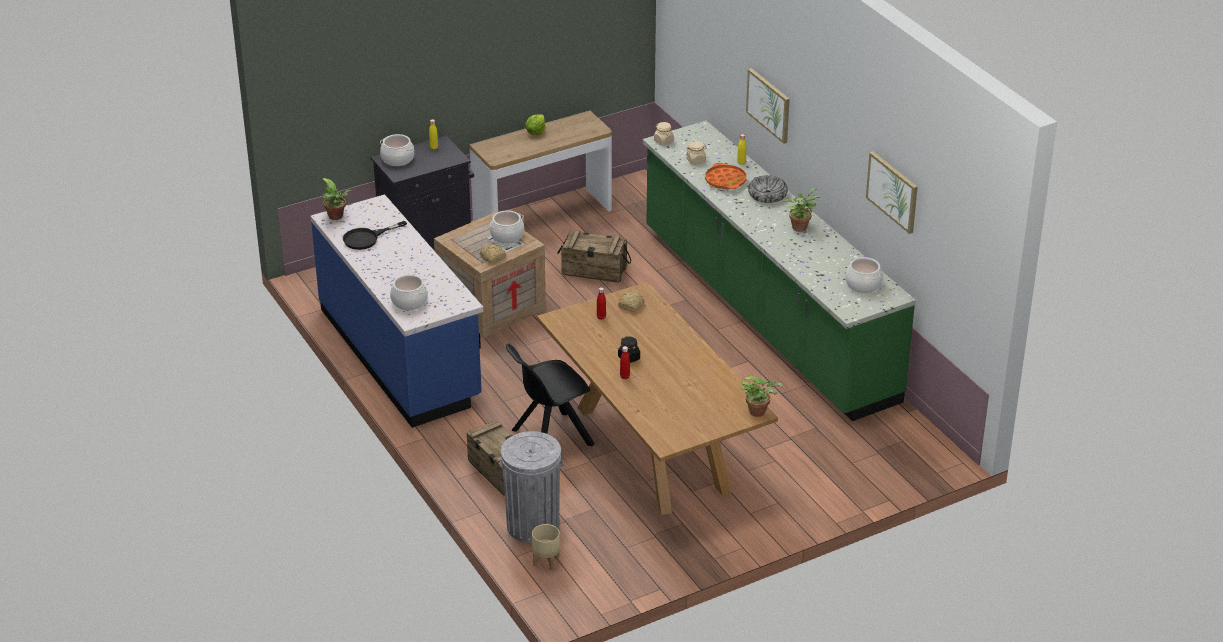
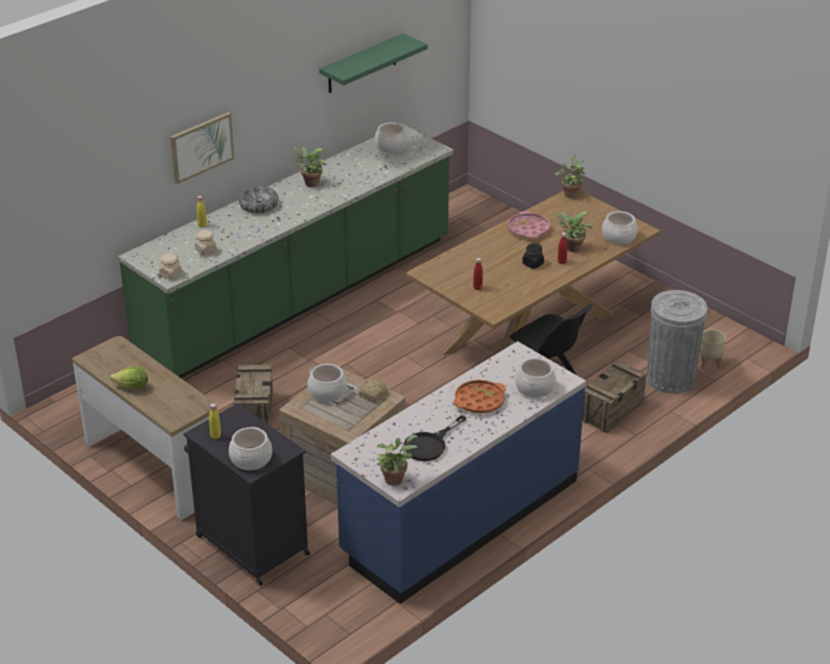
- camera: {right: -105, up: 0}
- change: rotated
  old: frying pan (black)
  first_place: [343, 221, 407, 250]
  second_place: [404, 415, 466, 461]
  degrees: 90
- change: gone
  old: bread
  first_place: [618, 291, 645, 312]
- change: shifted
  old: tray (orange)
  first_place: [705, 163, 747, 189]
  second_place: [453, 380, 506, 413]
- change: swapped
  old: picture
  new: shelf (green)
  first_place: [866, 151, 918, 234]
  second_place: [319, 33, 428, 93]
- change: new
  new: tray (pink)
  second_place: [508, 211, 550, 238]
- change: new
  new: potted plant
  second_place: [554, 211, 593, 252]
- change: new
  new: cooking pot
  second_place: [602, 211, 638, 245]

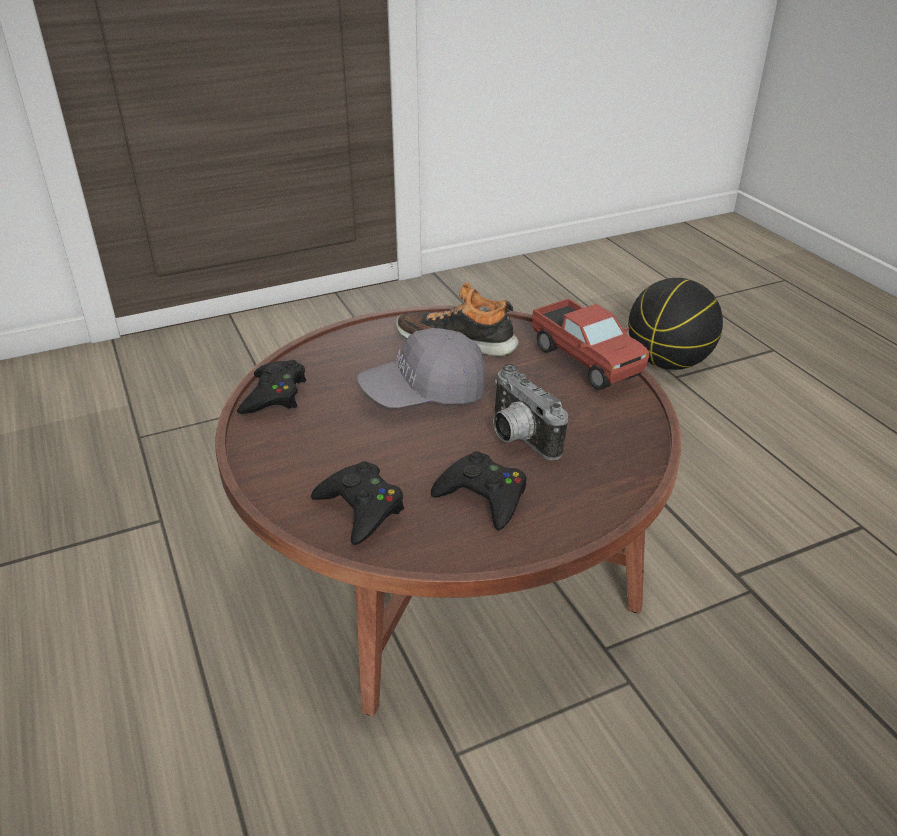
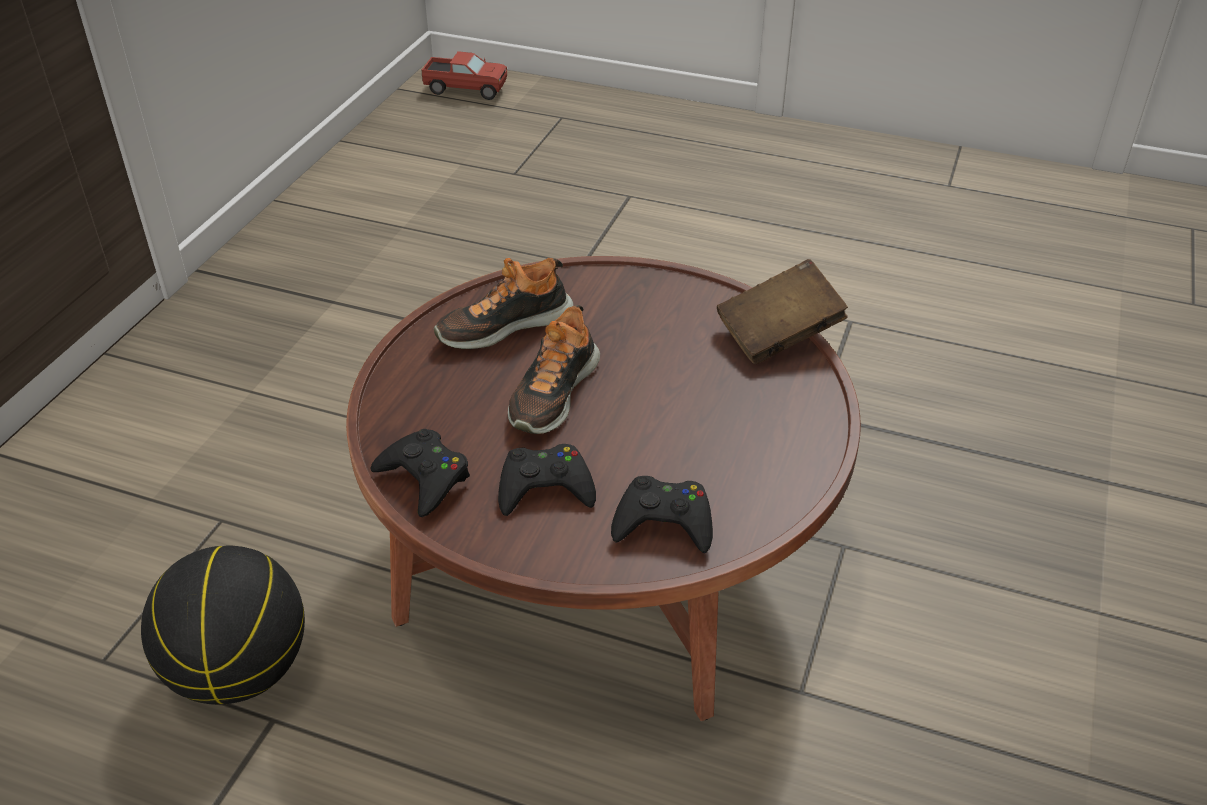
- camera: {right: -45, up: 5}
- change: swapped
  old: cap (grey)
  new: shoe
  first_place: [357, 328, 485, 408]
  second_place: [508, 305, 600, 434]
- change: shifted
  old: game controller (black)
  first_place: [431, 451, 526, 530]
  second_place: [498, 444, 596, 516]
- change: gone
  old: photo camera
  first_place: [493, 364, 568, 460]
- change: shifted
  old: toy truck
  first_place: [532, 298, 649, 390]
  second_place: [422, 51, 507, 100]
- change: shifted
  old: basketball
  first_place: [628, 278, 723, 370]
  second_place: [141, 546, 305, 705]
- change: new
  new: book (brown)
  second_place: [717, 259, 848, 364]

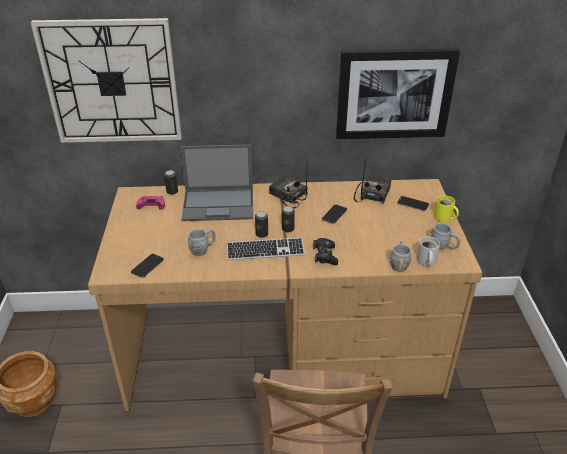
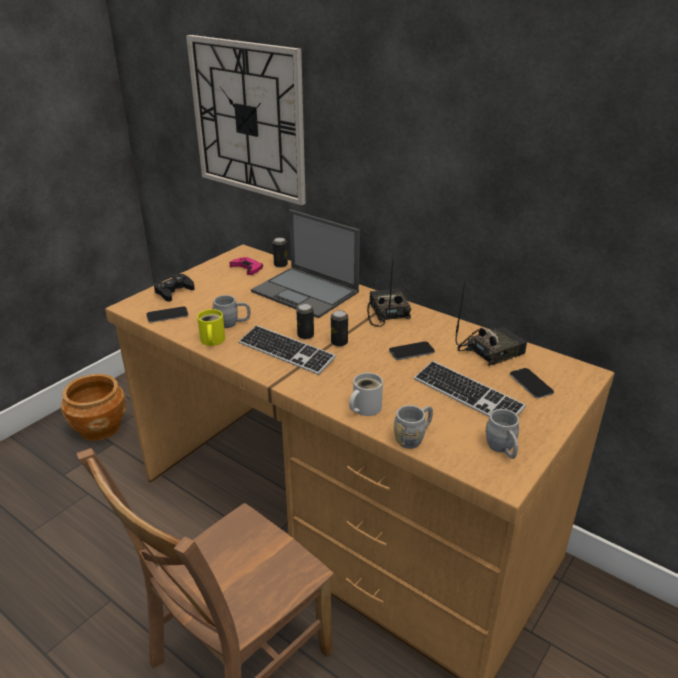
- camera: {right: 40, up: -5}
- change: shifted
  old: game controller (black)
  first_place: [313, 238, 338, 265]
  second_place: [154, 274, 195, 302]
- change: gone
  old: picture
  first_place: [336, 49, 460, 139]
- change: shifted
  old: mug (white)
  first_place: [417, 236, 440, 266]
  second_place: [349, 373, 383, 416]
- change: shifted
  old: mug (yellow)
  first_place: [434, 195, 459, 222]
  second_place: [197, 309, 225, 346]
- change: new
  new: keyboard
  second_place: [414, 361, 526, 417]

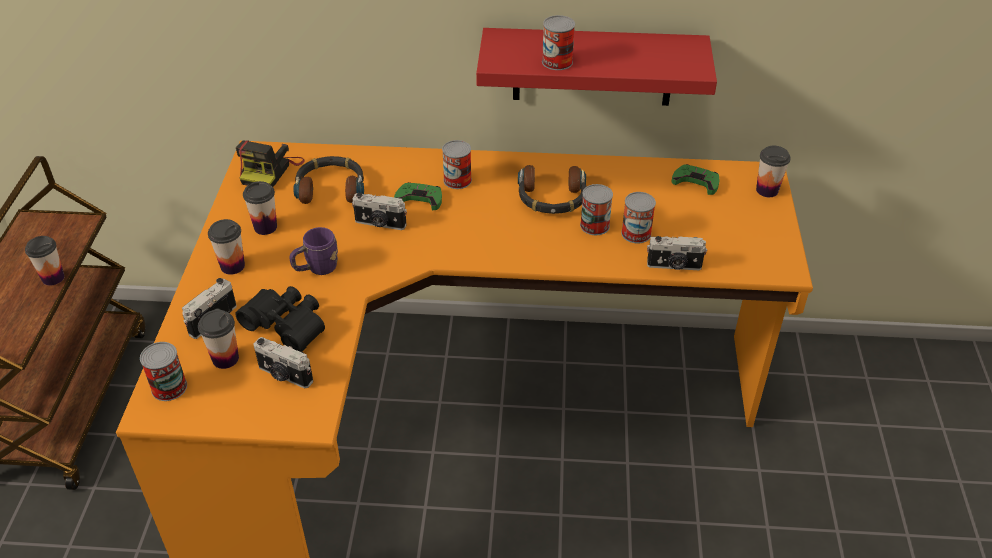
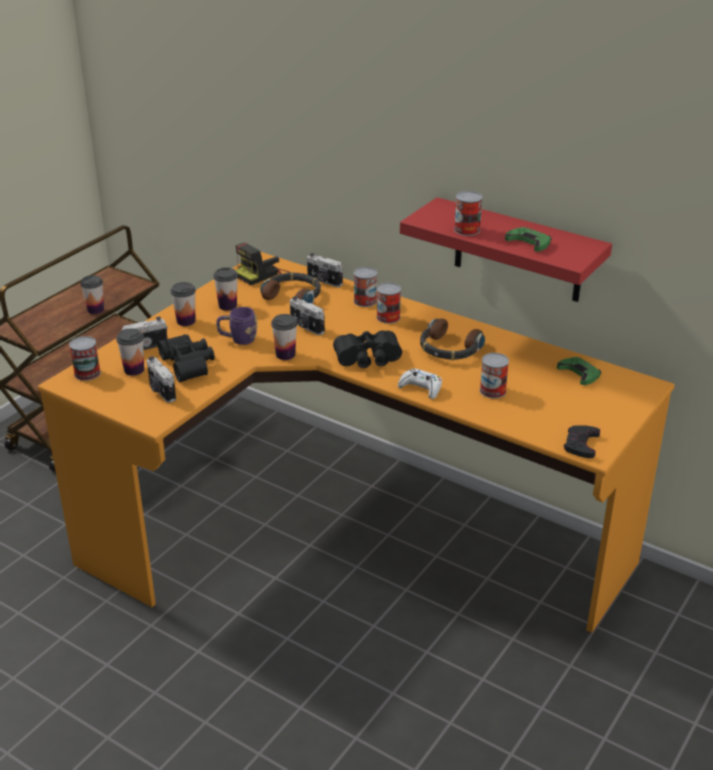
- camera: {right: 30, up: -10}
- change: shifted
  old: game controller (green)
  first_place: [394, 182, 442, 210]
  second_place: [505, 227, 551, 252]
- change: shifted
  old: can
  first_place: [580, 184, 613, 235]
  second_place: [354, 267, 377, 307]
- change: shifted
  old: photo camera
  first_place: [647, 236, 707, 270]
  second_place: [307, 253, 343, 287]
- change: shifted
  old: cup
  first_place: [756, 146, 791, 197]
  second_place: [271, 314, 297, 360]
- change: new
  new: binoculars (black)
  second_place: [333, 330, 402, 368]
- change: new
  new: game controller (white)
  second_place: [398, 369, 442, 399]
- change: new
  new: game controller (black)
  second_place: [564, 425, 600, 458]

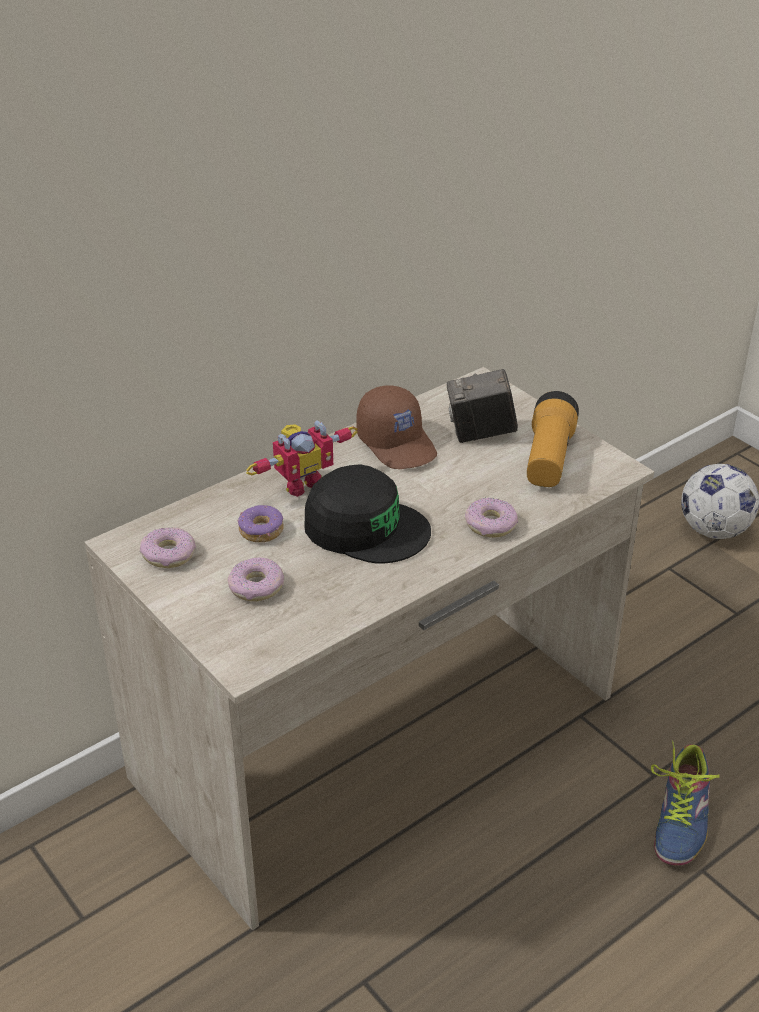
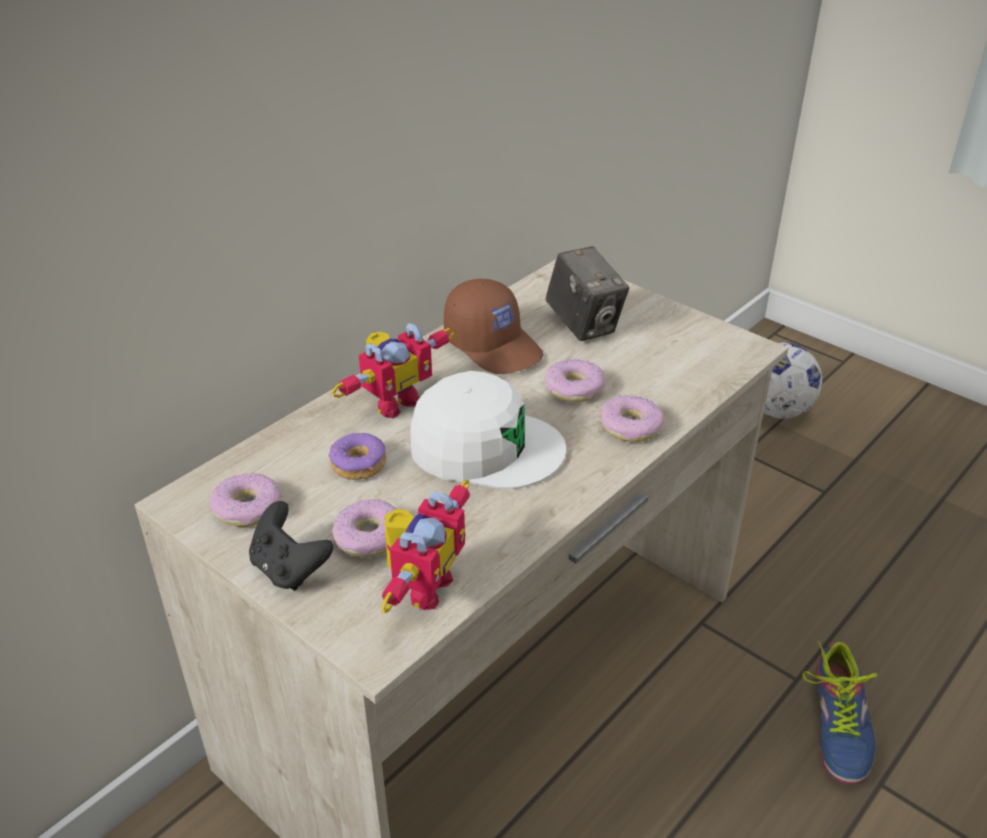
- camera: {right: -10, up: 0}
- change: repainted
  old: cap (black)
  new: cap (white)
  first_place: [305, 464, 431, 564]
  second_place: [410, 371, 566, 489]
- change: rotated
  old: photo camera
  first_place: [447, 369, 518, 443]
  second_place: [546, 246, 629, 341]
  degrees: -105
- change: gone
  old: flashlight
  first_place: [527, 391, 579, 487]
- change: new
  new: game controller (black)
  second_place: [249, 501, 333, 591]
- change: new
  new: toy robot
  second_place: [381, 480, 470, 613]
- change: new
  new: donut
  second_place: [544, 358, 606, 402]

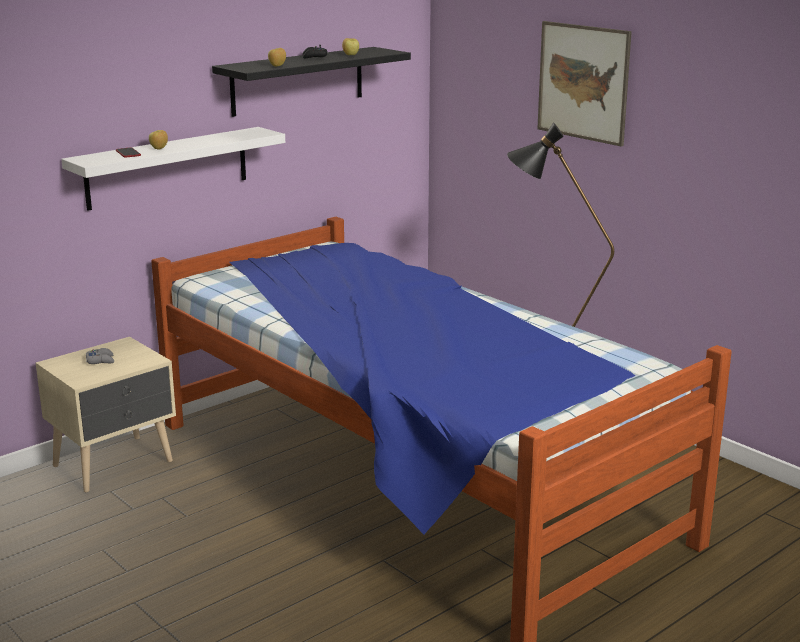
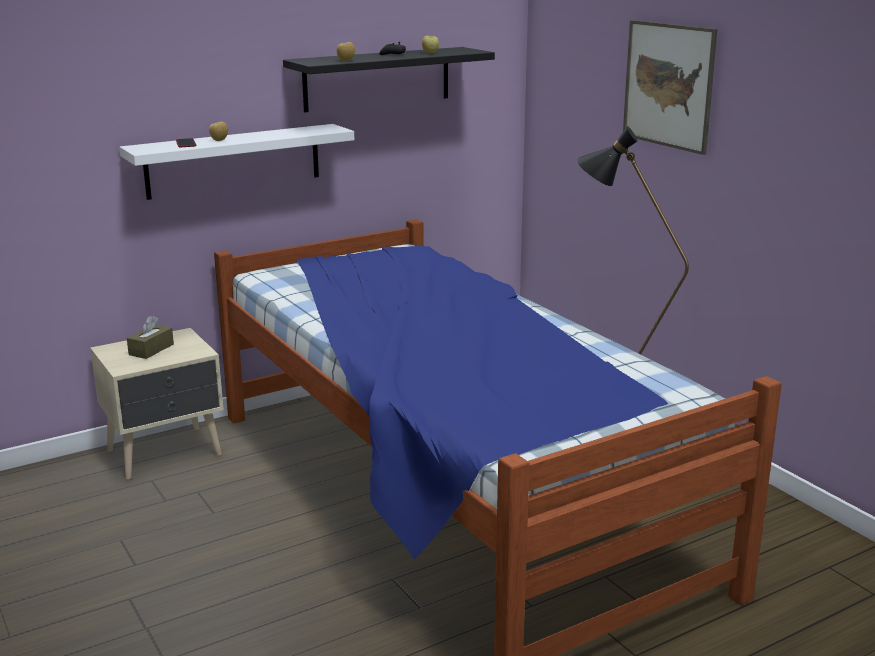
- camera: {right: 10, up: 0}
- change: swapped
  old: game controller (grey)
  new: tissue box (brown)
  first_place: [86, 348, 114, 364]
  second_place: [127, 316, 174, 359]

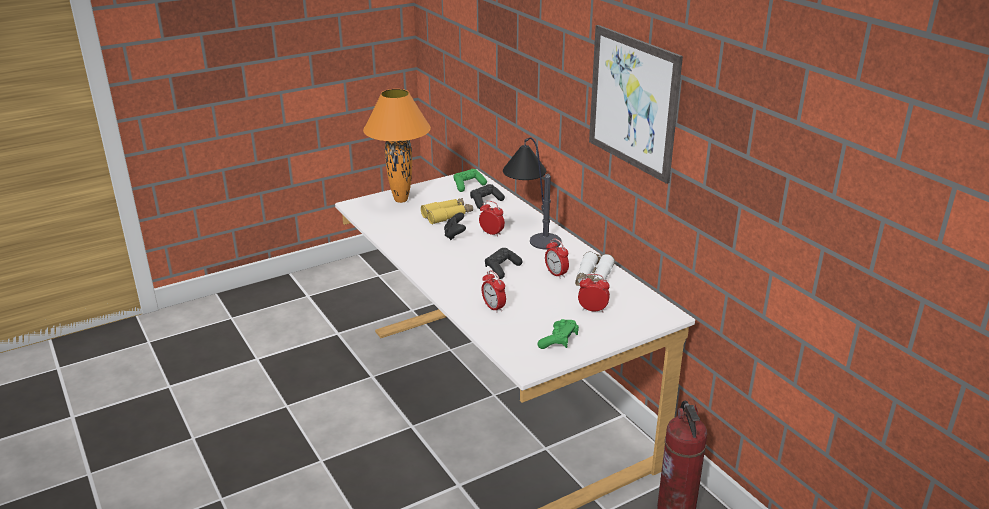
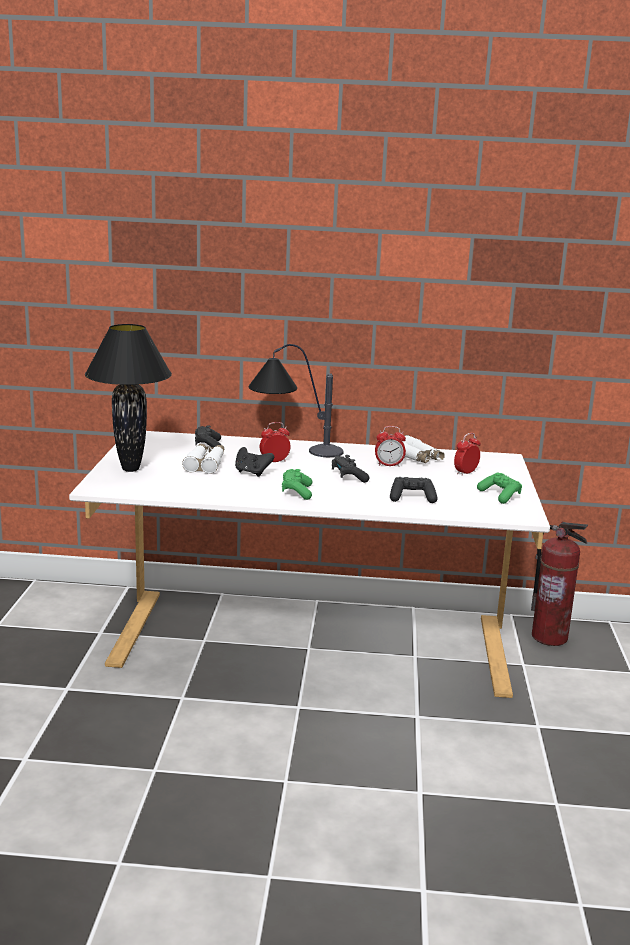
- camera: {right: -55, up: -10}
- change: repainted
  old: table lamp (orange)
  new: table lamp (black)
  first_place: [363, 89, 431, 203]
  second_place: [85, 324, 172, 472]
- change: repainted
  old: binoculars (yellow)
  new: binoculars (white)
  first_place: [421, 198, 473, 224]
  second_place: [182, 444, 224, 474]
- change: shifted
  old: game controller (green)
  first_place: [453, 169, 487, 192]
  second_place: [282, 469, 312, 500]
- change: swapped
  old: alarm clock
  new: game controller (black)
  first_place: [482, 270, 506, 313]
  second_place: [390, 477, 438, 503]
- change: gone
  old: picture
  first_place: [589, 25, 683, 184]

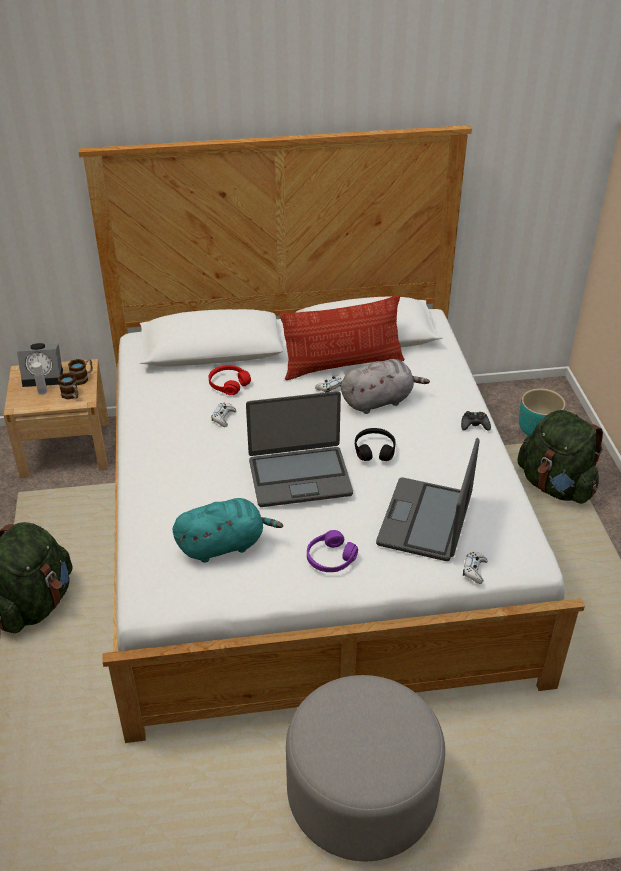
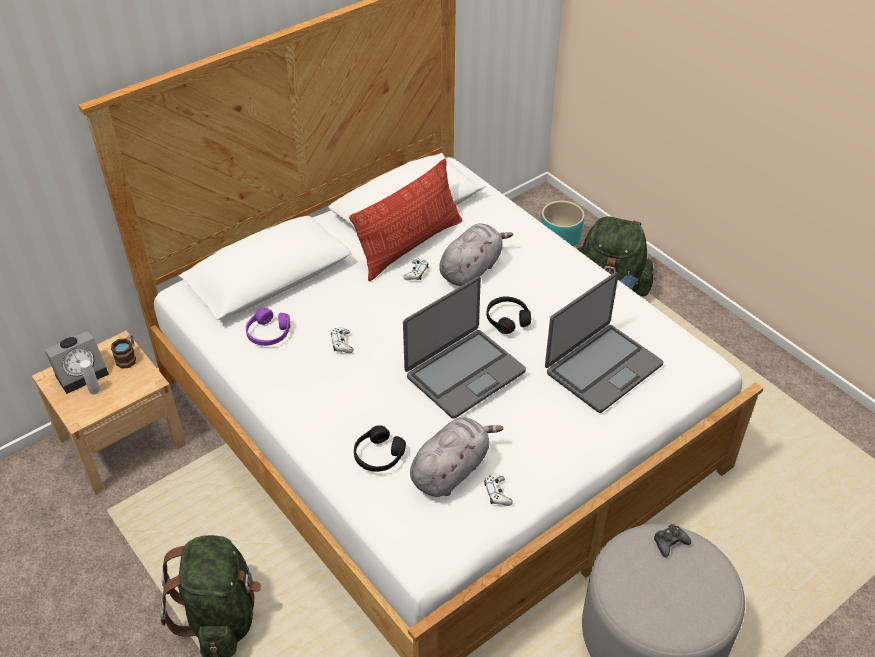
- camera: {right: -30, up: 5}
- change: gone
  old: mug
  first_place: [58, 373, 79, 400]
- change: repainted
  old: plush toy (turquoise)
  new: plush toy (grey)
  first_place: [172, 498, 283, 563]
  second_place: [410, 417, 503, 497]
- change: gone
  old: headphones (red)
  first_place: [209, 365, 251, 395]
- change: shifted
  old: headphones (purple)
  first_place: [307, 530, 358, 572]
  second_place: [246, 308, 290, 346]
- change: rotated
  old: laptop
  first_place: [376, 438, 480, 561]
  second_place: [545, 272, 663, 413]
  degrees: -120
- change: shifted
  old: game controller (black)
  first_place: [461, 411, 491, 431]
  second_place: [654, 524, 691, 557]
- change: shifted
  old: game controller (white)
  first_place: [463, 552, 488, 584]
  second_place: [484, 474, 513, 506]
- change: new
  new: headphones (black)
  second_place: [354, 425, 406, 472]

